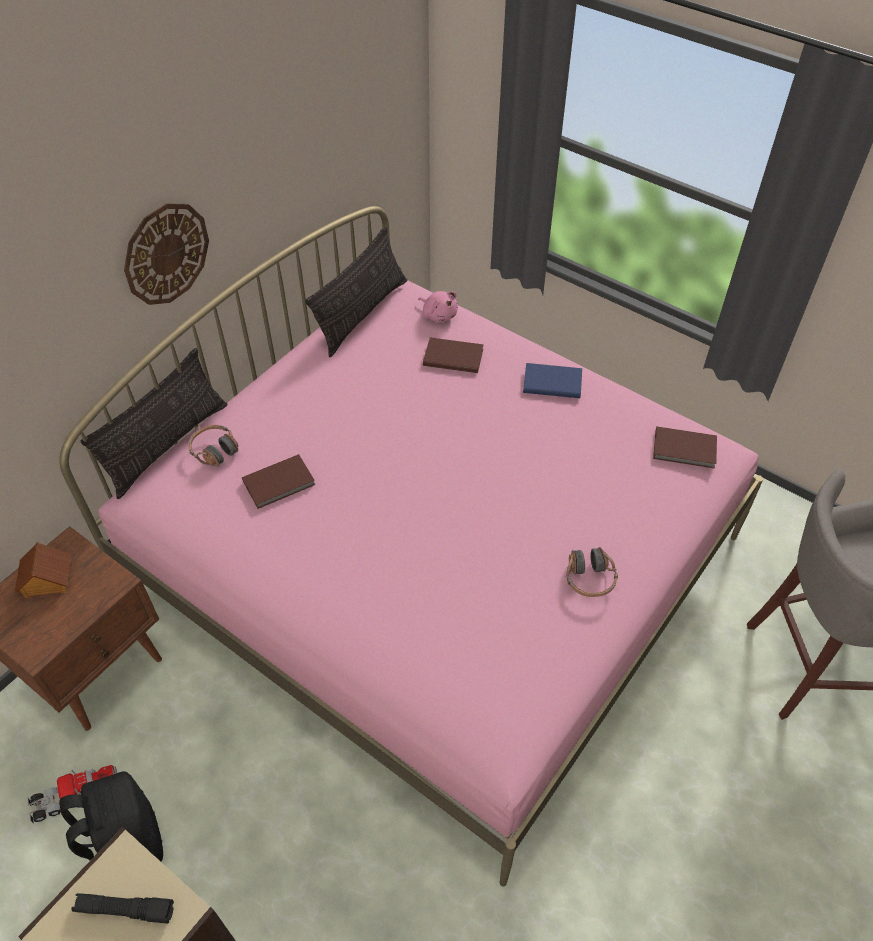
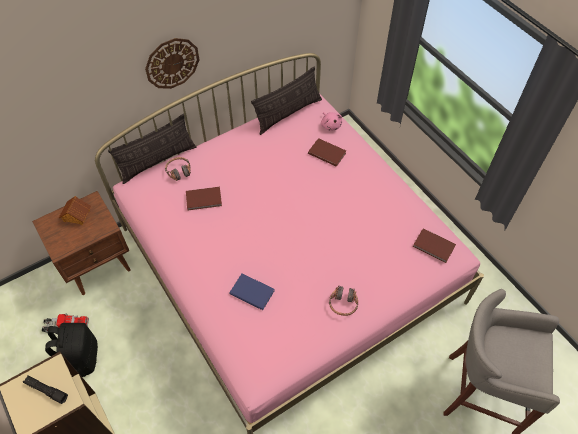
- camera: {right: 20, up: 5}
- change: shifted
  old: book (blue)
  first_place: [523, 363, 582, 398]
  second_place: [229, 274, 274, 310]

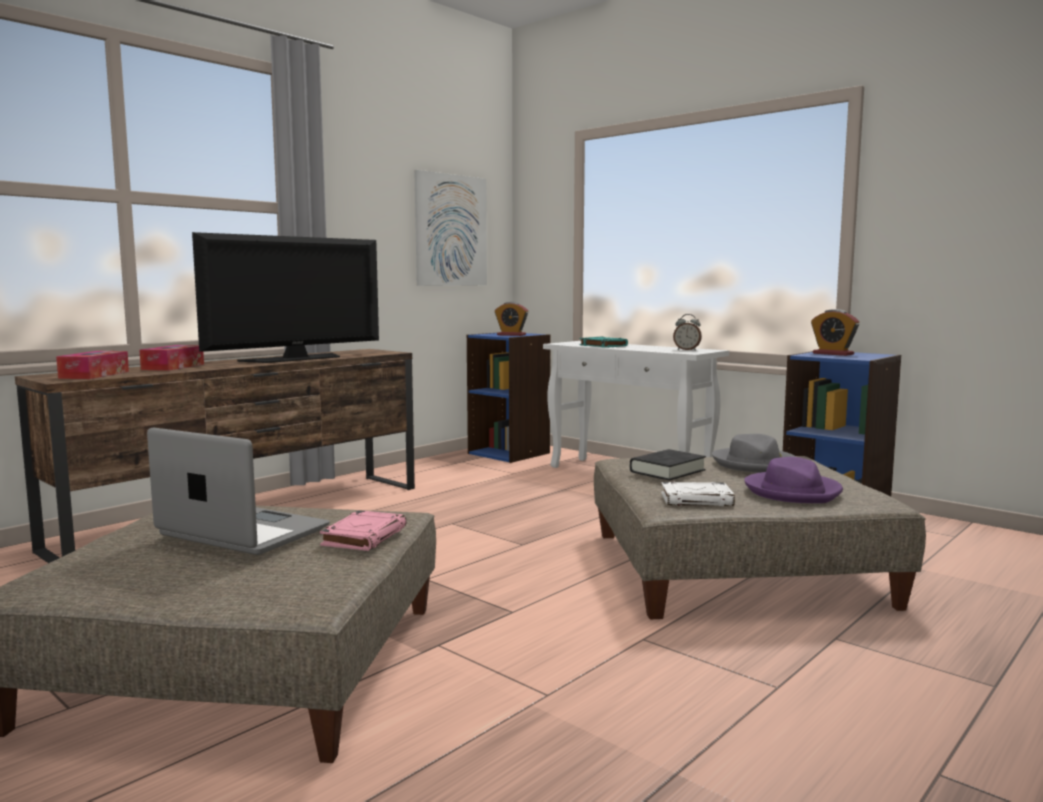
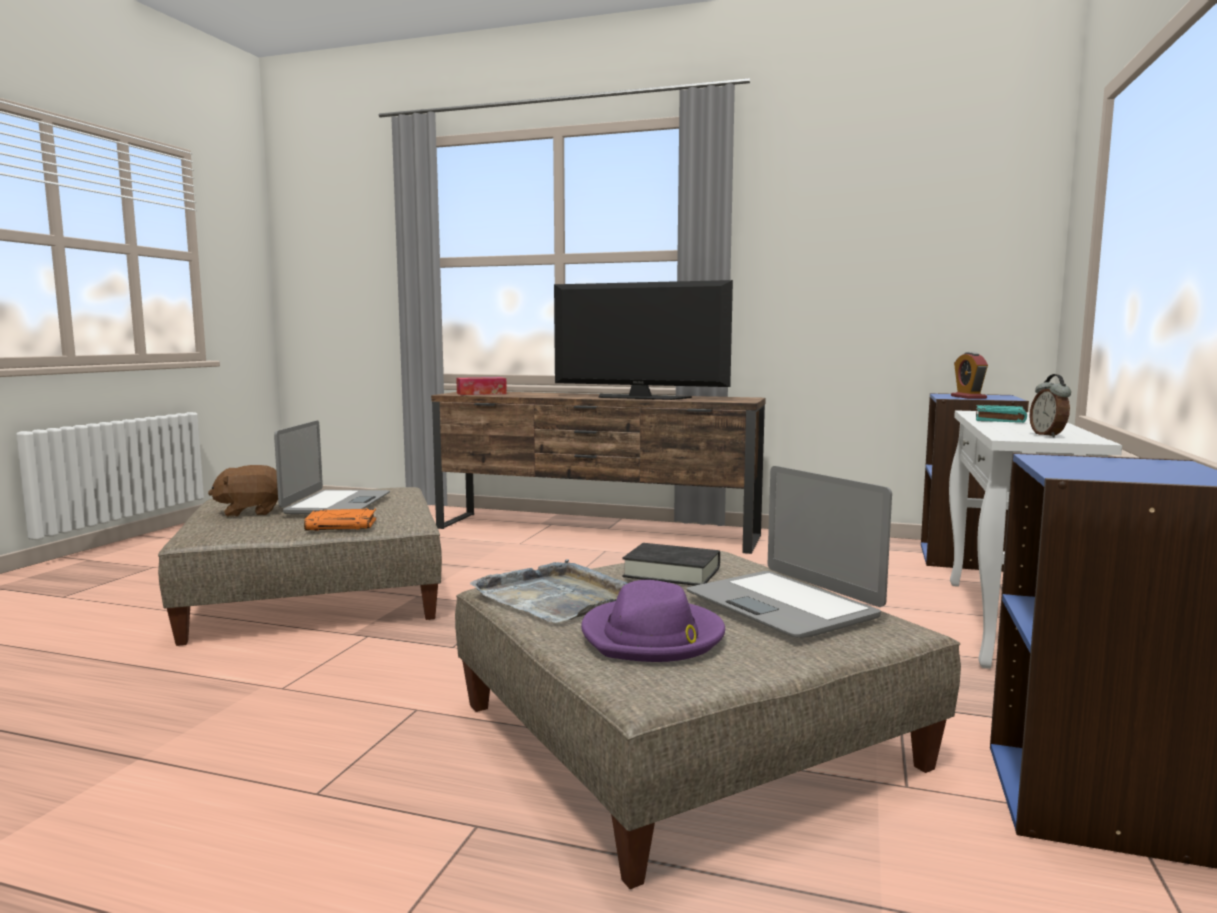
- camera: {right: 65, up: 0}
- change: gone
  old: tissue box
  first_place: [140, 345, 204, 371]
- change: repainted
  old: book (pink)
  new: book (orange)
  first_place: [320, 510, 407, 551]
  second_place: [304, 508, 376, 531]
- change: gone
  old: picture
  first_place: [414, 170, 487, 286]
- change: swapped
  old: book (white)
  new: tray (grey)
  first_place: [661, 481, 735, 506]
  second_place: [470, 559, 628, 623]
- change: swapped
  old: hat (grey)
  new: laptop
  first_place: [712, 434, 796, 473]
  second_place: [687, 466, 892, 638]
- change: gone
  old: alarm clock
  first_place: [811, 309, 860, 356]
- change: new
  new: plush toy (brown)
  second_place: [208, 465, 278, 517]

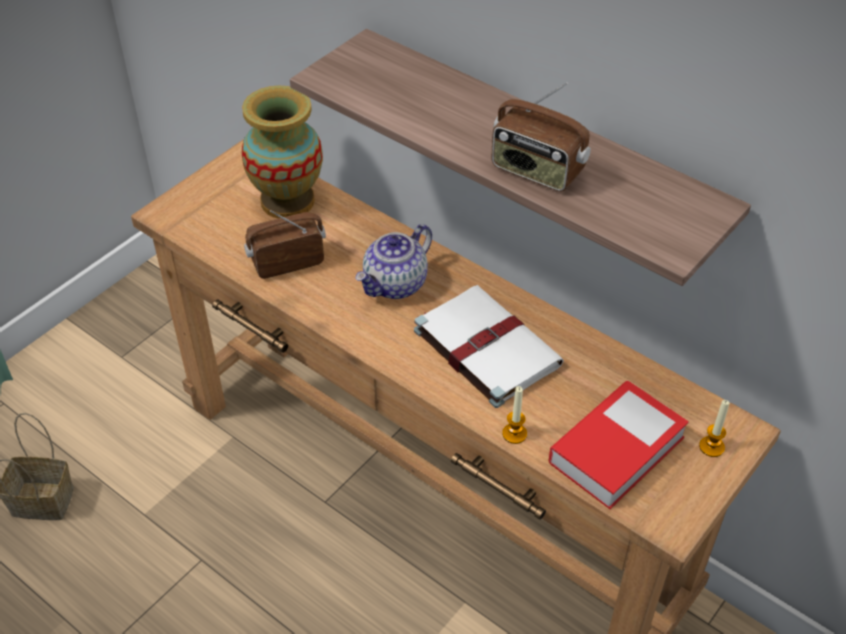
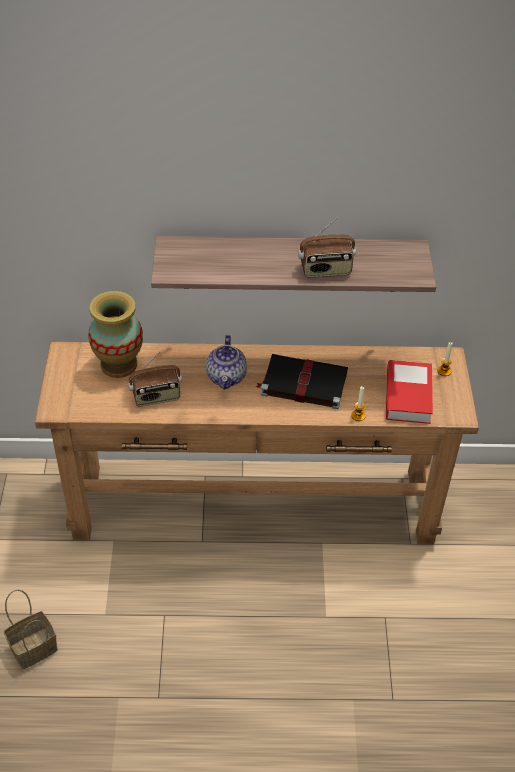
- camera: {right: -40, up: 0}
- change: rotated
  old: radio
  first_place: [244, 210, 326, 279]
  second_place: [128, 351, 182, 407]
  degrees: -135
- change: repainted
  old: book (white)
  new: book (black)
  first_place: [414, 285, 564, 408]
  second_place: [256, 354, 348, 409]

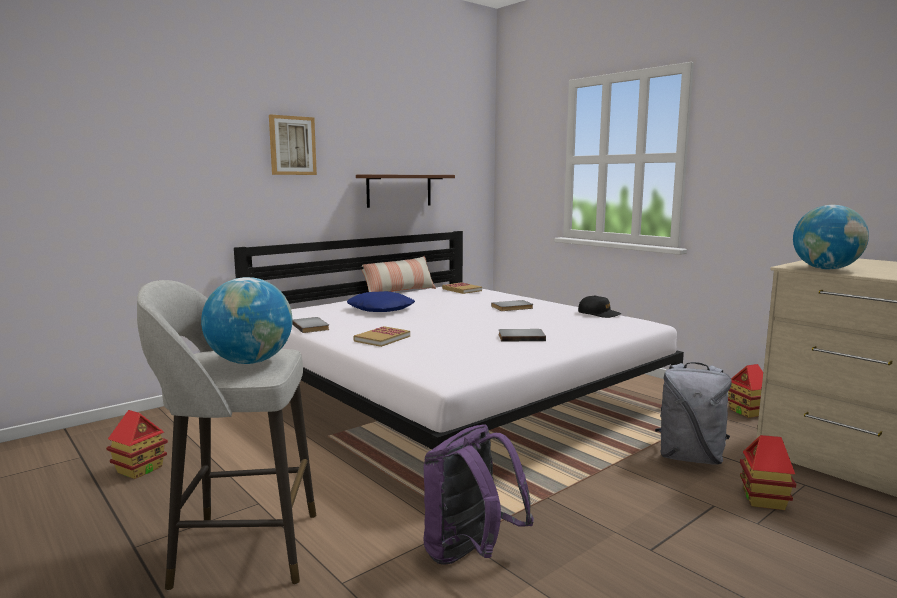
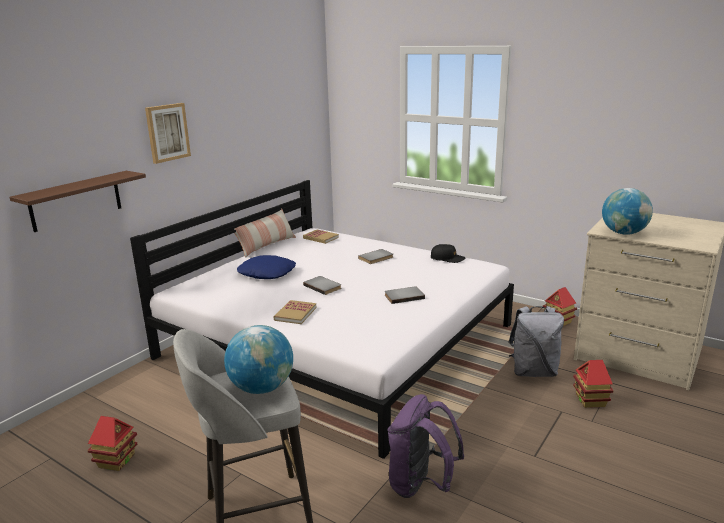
- camera: {right: -15, up: 10}
- change: shifted
  old: book (grey)
  first_place: [292, 317, 330, 333]
  second_place: [303, 276, 341, 295]
- change: shifted
  old: shelf (brown)
  first_place: [356, 175, 455, 208]
  second_place: [9, 171, 146, 232]

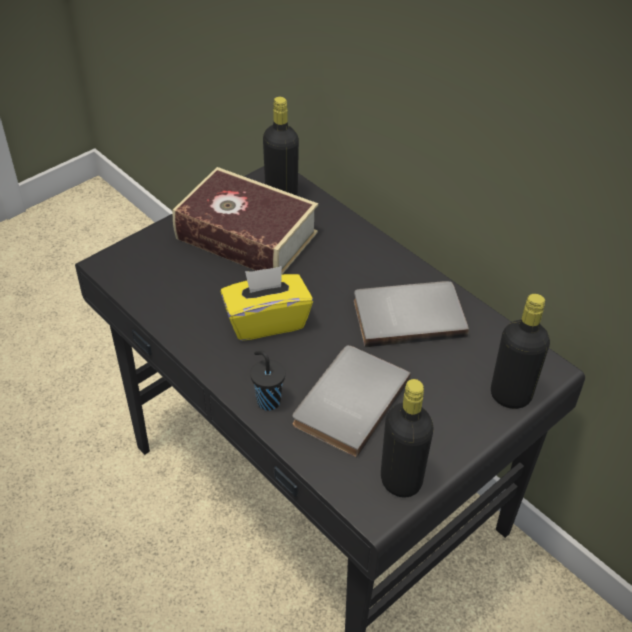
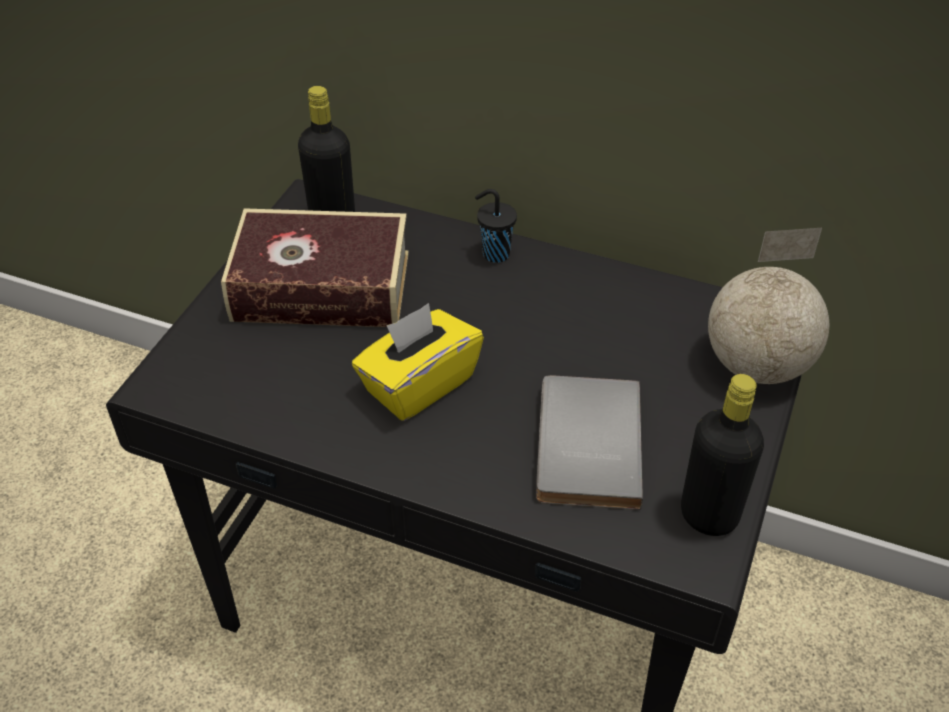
- camera: {right: -25, up: 0}
- change: shifted
  old: cup (black)
  first_place: [250, 351, 285, 411]
  second_place: [475, 189, 517, 263]
- change: gone
  old: book (grey)
  first_place: [354, 281, 469, 347]
- change: swapped
  old: bottle (black)
  new: globe
  first_place: [491, 294, 550, 409]
  second_place: [708, 228, 829, 384]

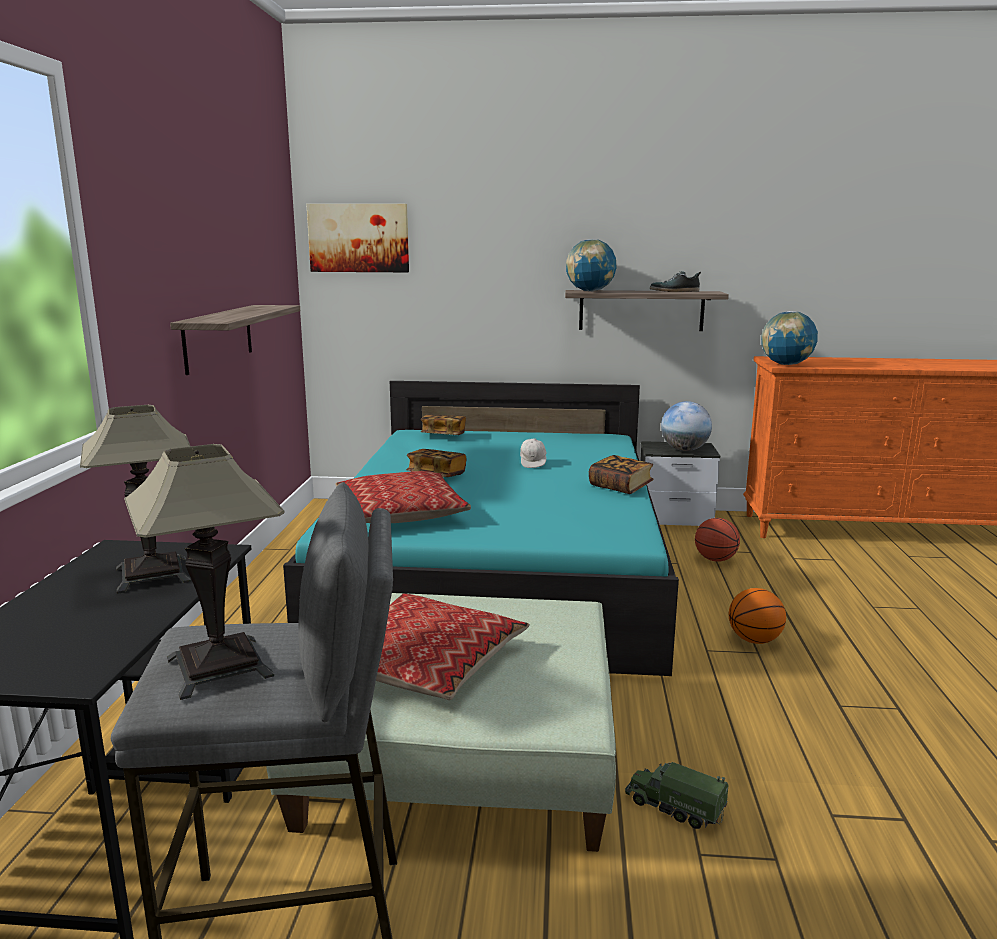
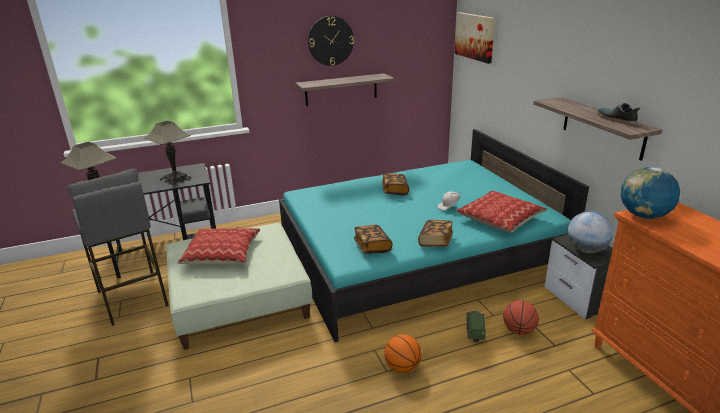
- camera: {right: 65, up: 10}
- change: shifted
  old: pillow
  first_place: [335, 471, 471, 523]
  second_place: [455, 191, 547, 233]
- change: shifted
  old: book
  first_place: [421, 415, 466, 435]
  second_place: [354, 225, 393, 254]
- change: gone
  old: globe
  first_place: [566, 239, 617, 291]
- change: shifted
  old: toy truck
  first_place: [625, 762, 729, 829]
  second_place: [466, 311, 486, 343]
- change: new
  new: wall clock
  second_place: [308, 16, 354, 66]

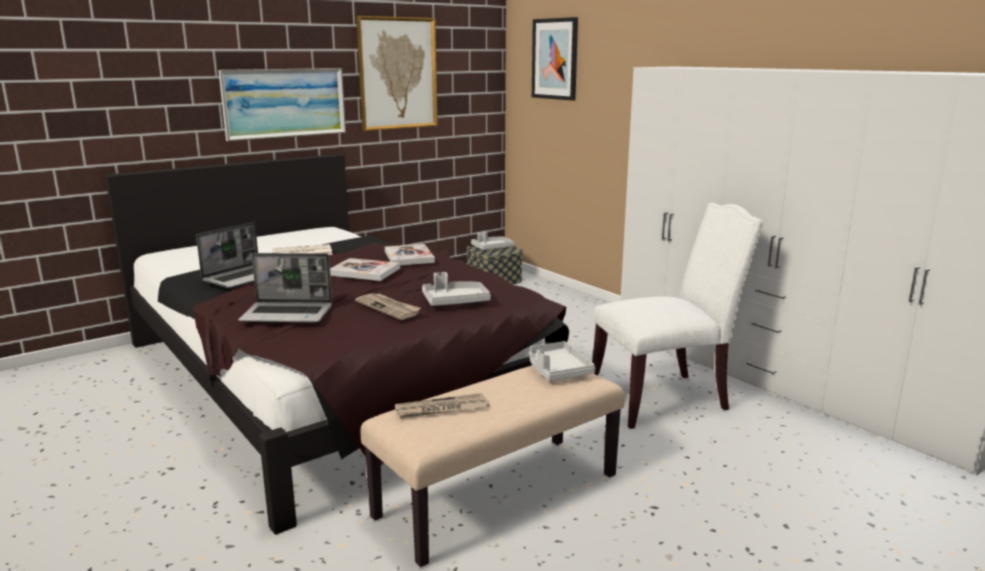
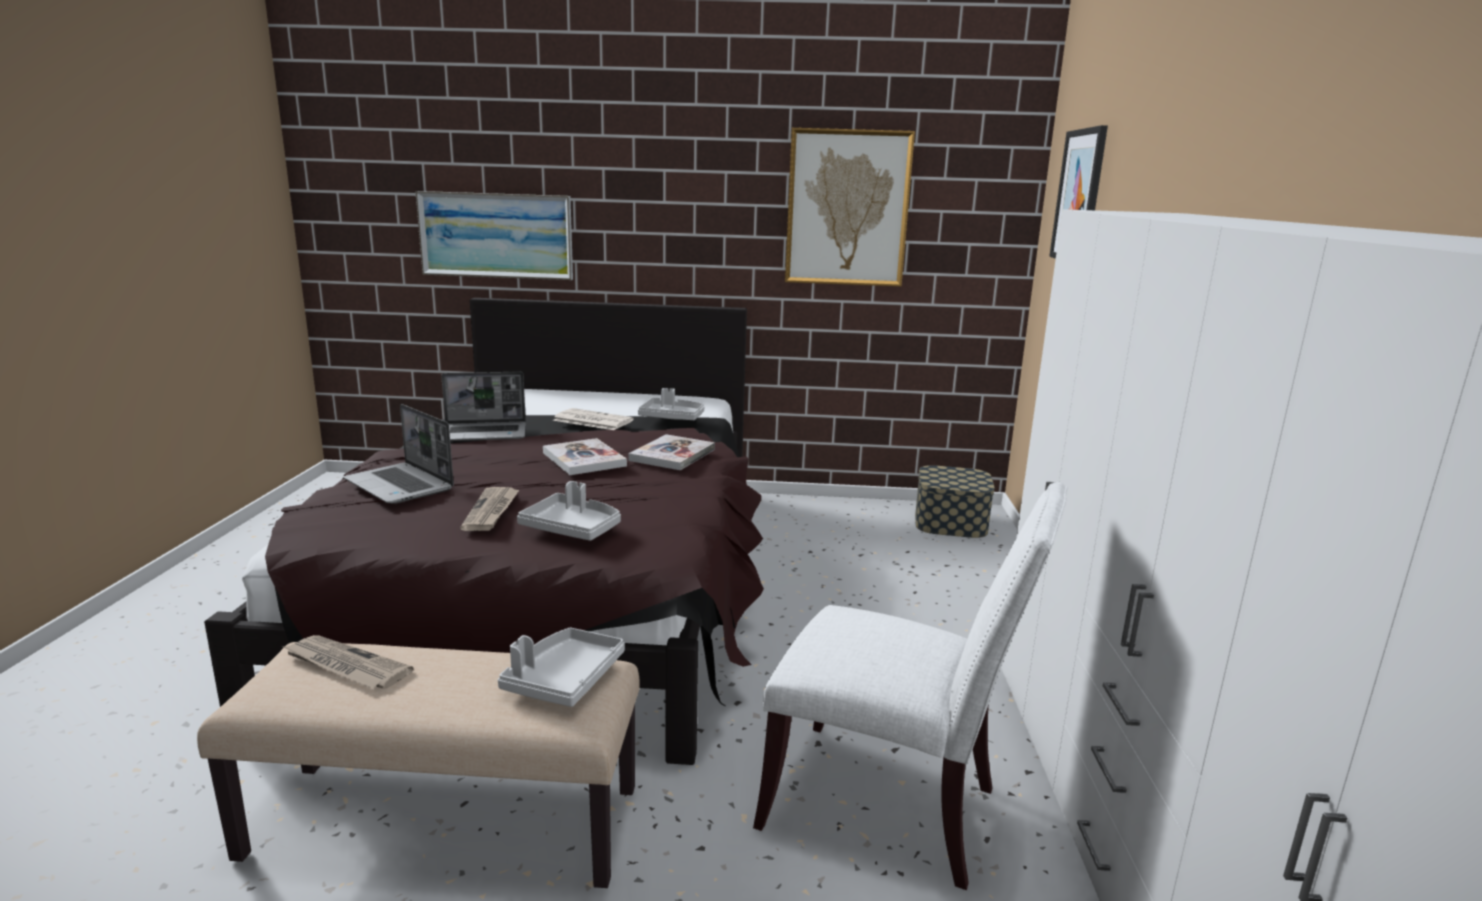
- camera: {right: 40, up: 0}
- change: shifted
  old: picture
  first_place: [218, 68, 346, 141]
  second_place: [415, 191, 573, 280]
- change: shifted
  old: tray (grey)
  first_place: [471, 232, 514, 250]
  second_place: [638, 388, 704, 420]

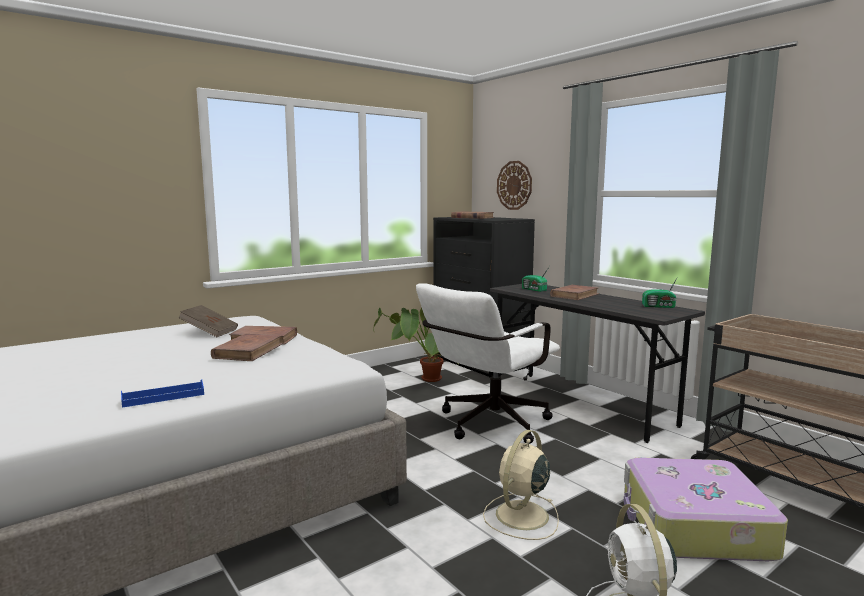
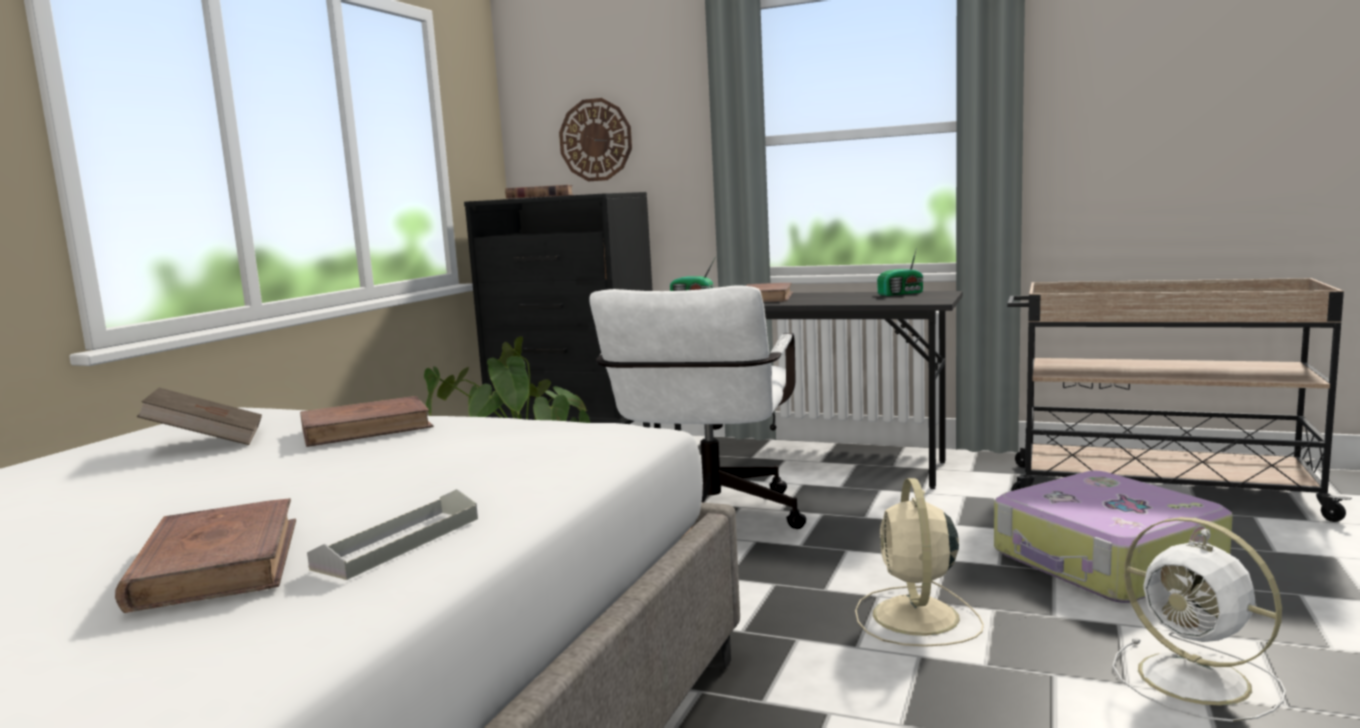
- camera: {right: -30, up: 0}
- change: repainted
  old: tray (blue)
  new: tray (grey)
  first_place: [121, 379, 204, 408]
  second_place: [307, 489, 478, 580]
- change: shifted
  old: book (brown)
  first_place: [211, 334, 283, 361]
  second_place: [115, 498, 296, 613]

